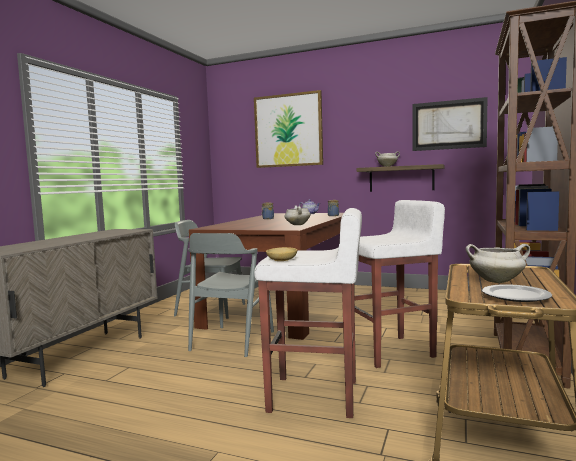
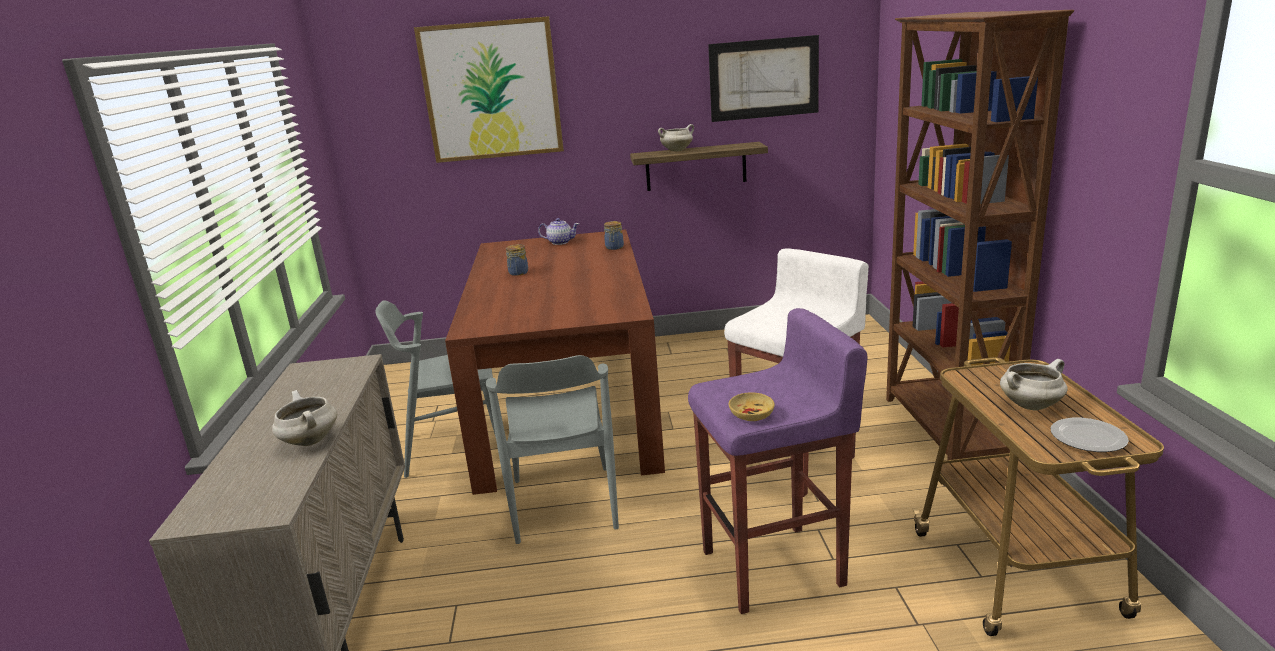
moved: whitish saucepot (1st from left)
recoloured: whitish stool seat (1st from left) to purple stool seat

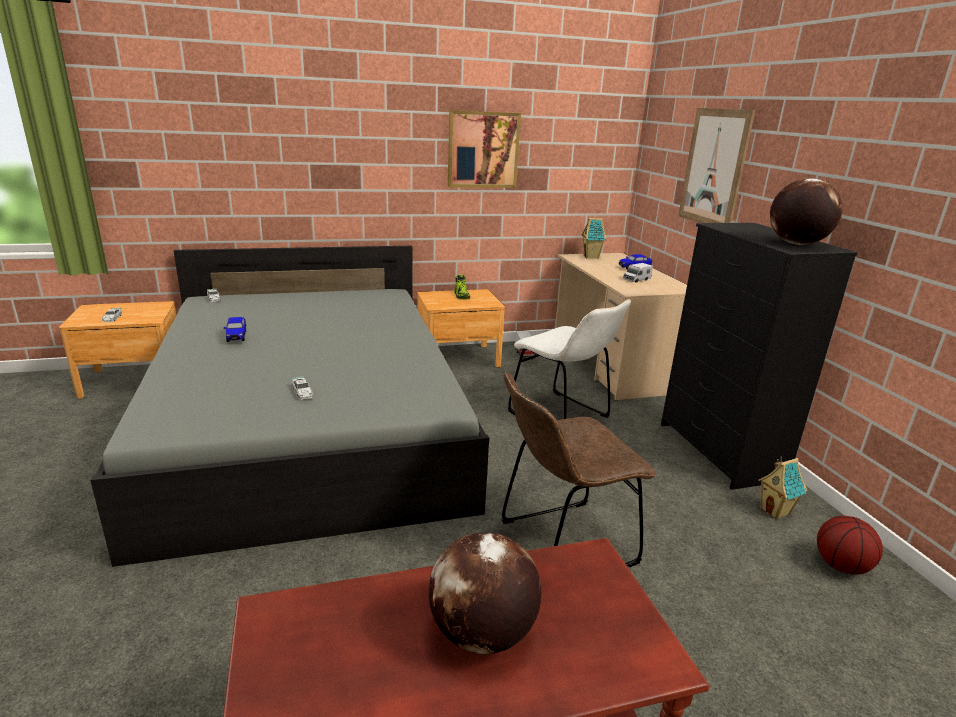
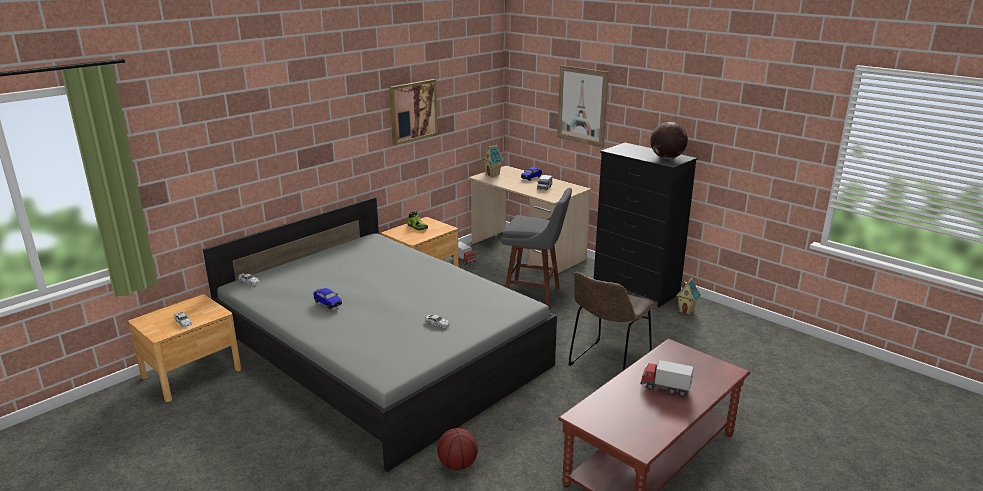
moved: basketball
replaced: world globe (1st from left) to model truck (3rd from left); whitish plain chair to greyish stool seat

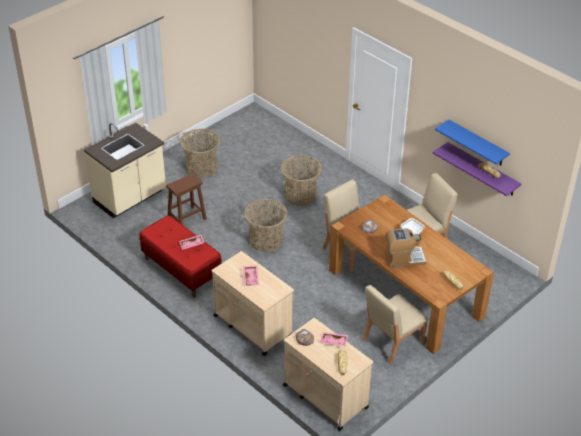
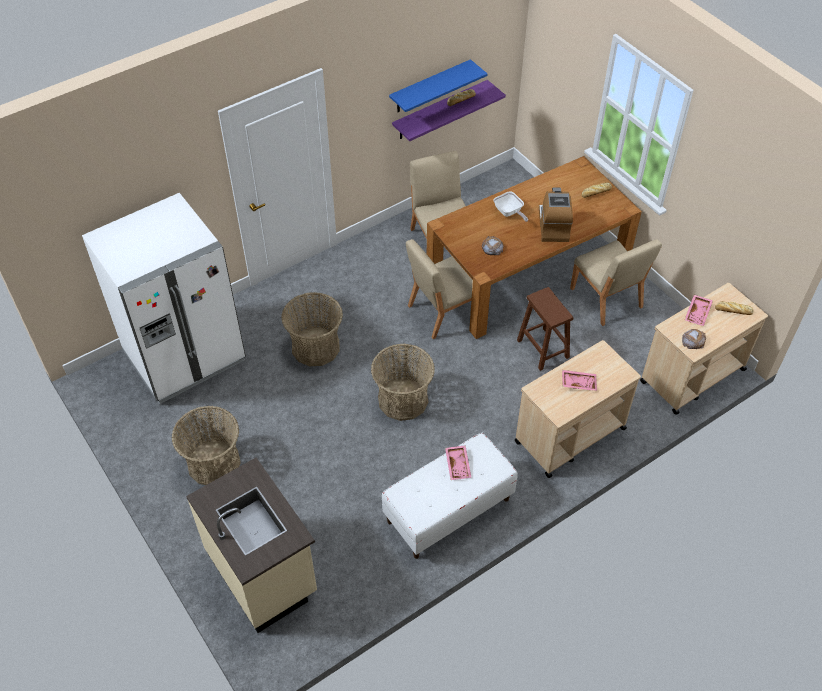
added: whitish refrigerator
moved: brownish stool seat
recoloured: reddish bench to whitish bench

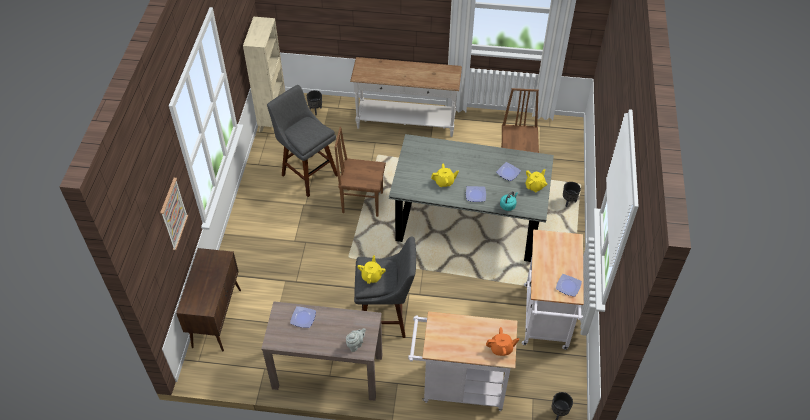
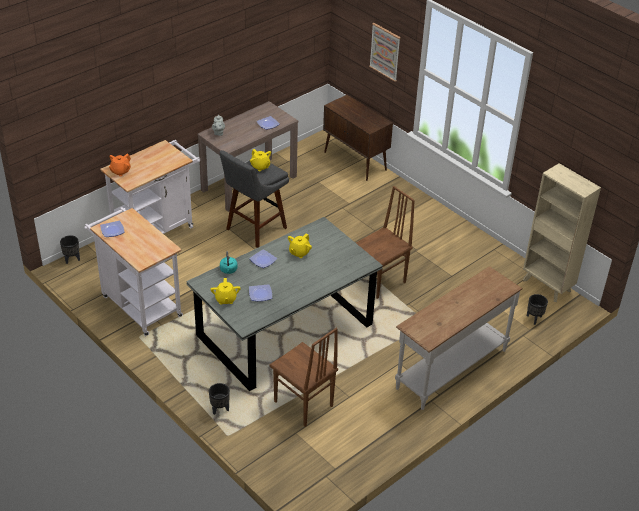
removed: greyish stool seat (1st from left)

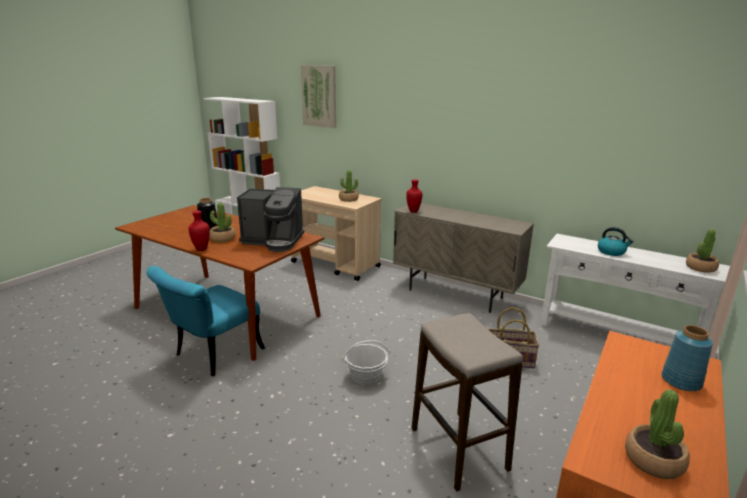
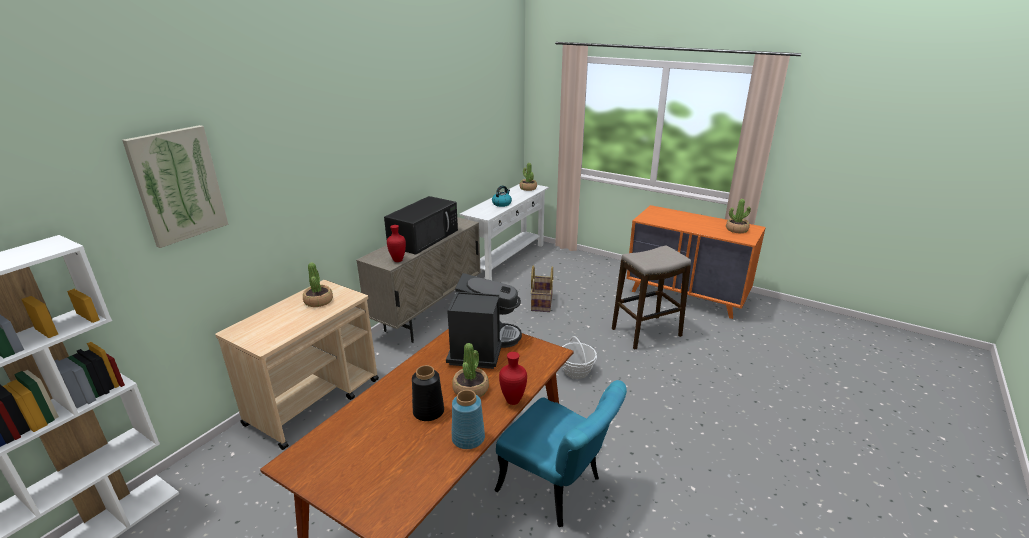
added: black-coloured kitchen microwave
moved: blue decorative vase

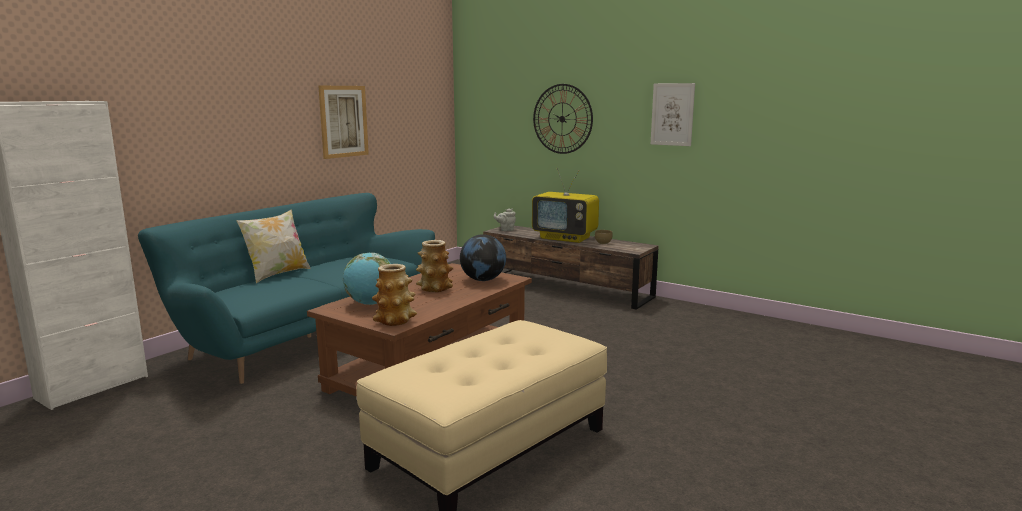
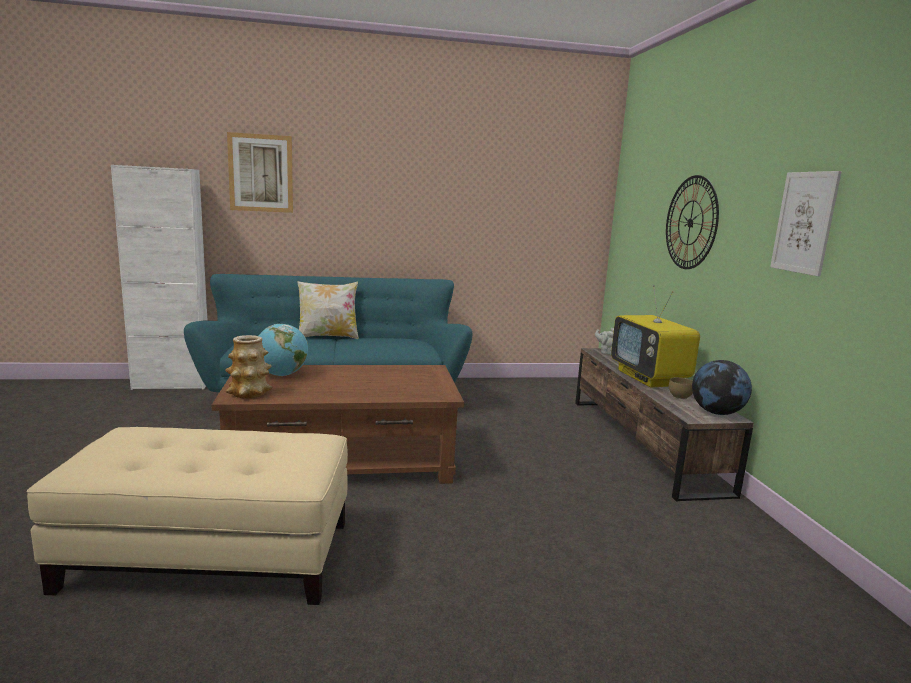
removed: decorative vase (2nd from left)
moved: picture (1st from left); world globe (2nd from left)

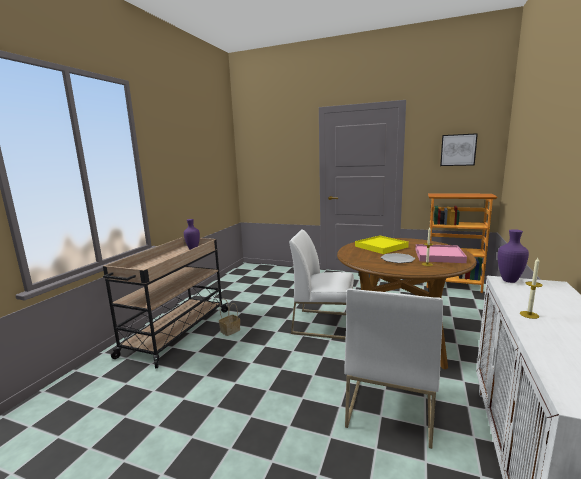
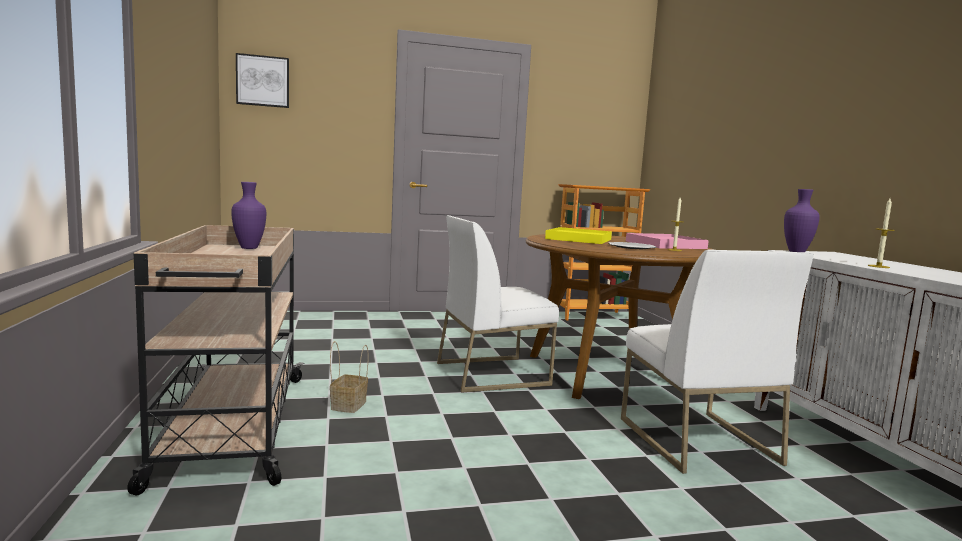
moved: picture

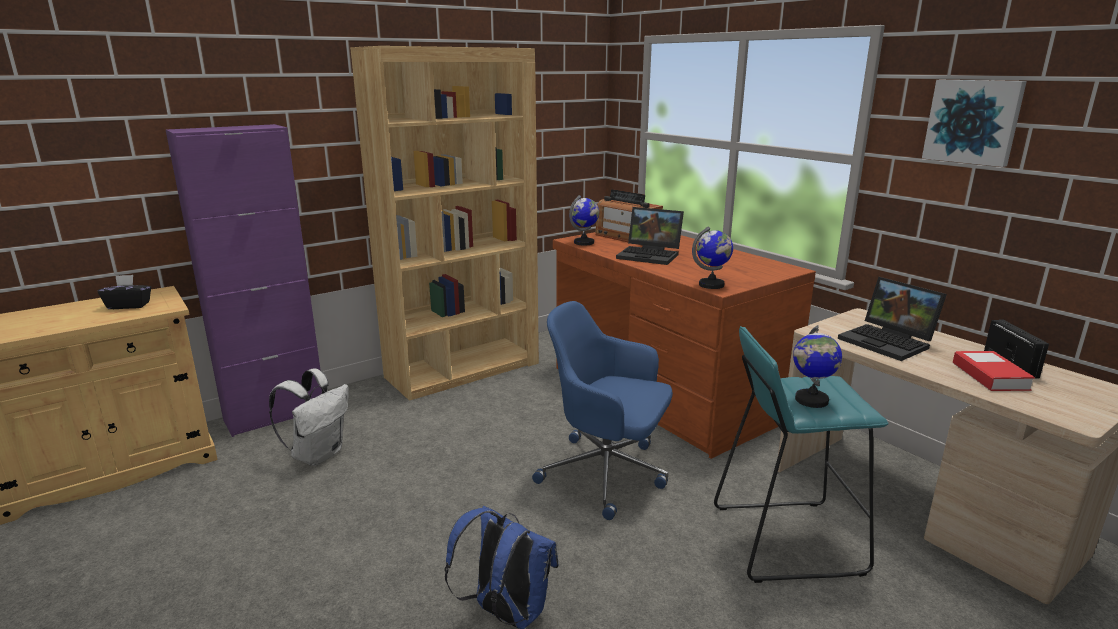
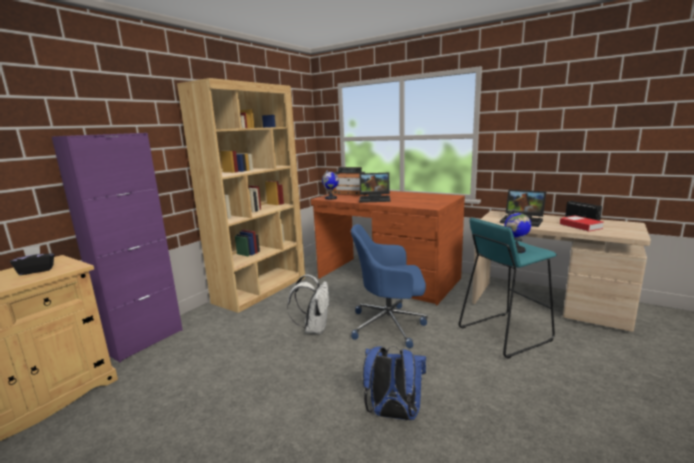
removed: world globe (2nd from left); picture
moved: whitish backpack

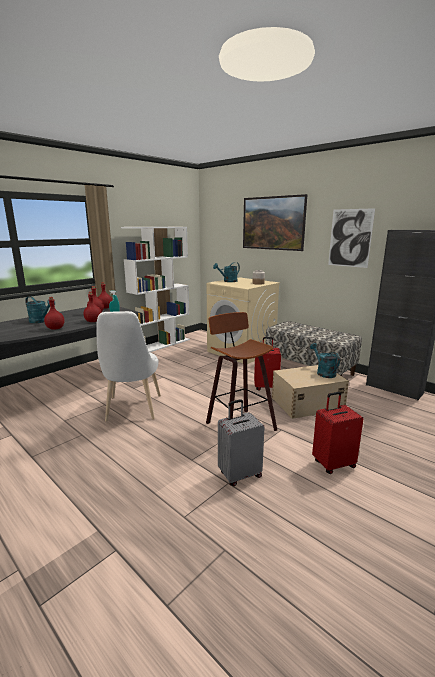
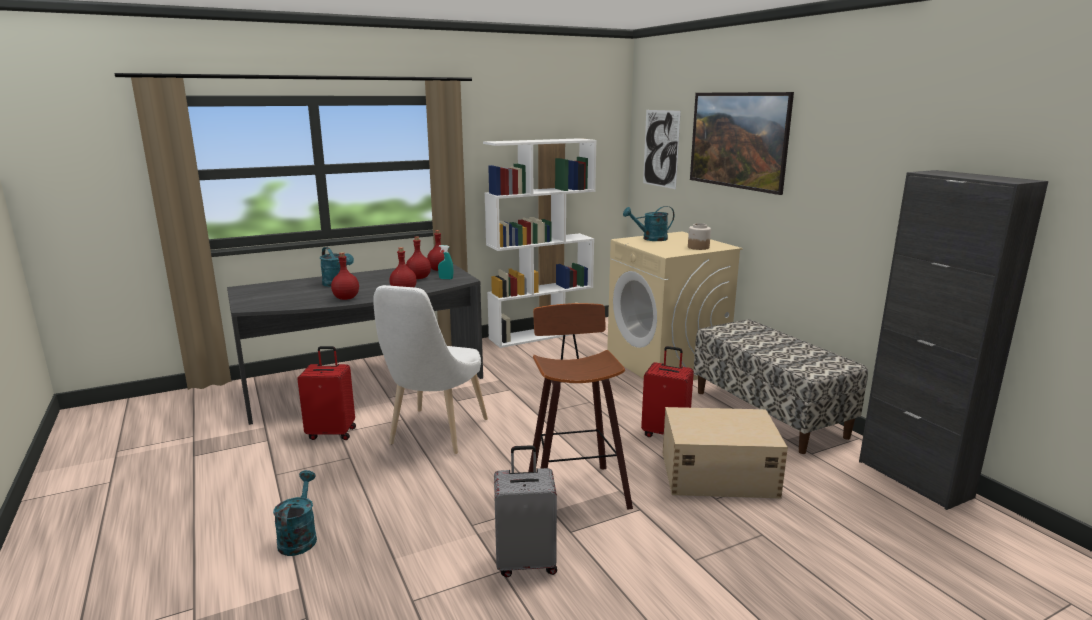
moved: blue-green sprinkling can (3rd from left in the first image) to blue-green sprinkling can (1st from left); reddish travel case (2nd from left in the first image) to reddish travel case (1st from left); picture (2nd from left in the first image) to picture (1st from left)

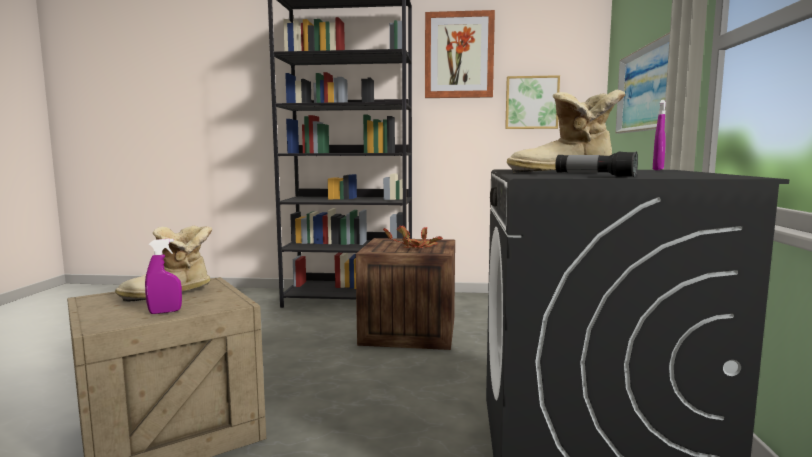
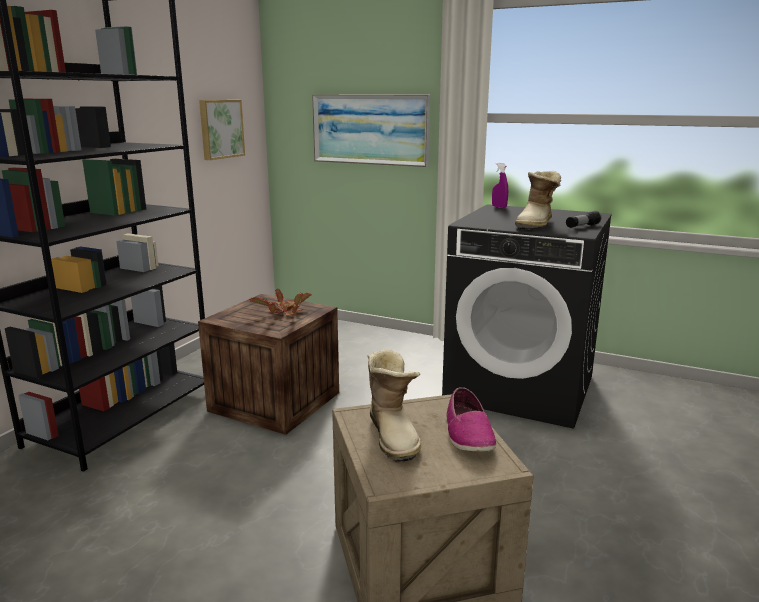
removed: picture (1st from left)
replaced: purple sprayer (1st from left) to item of footwear

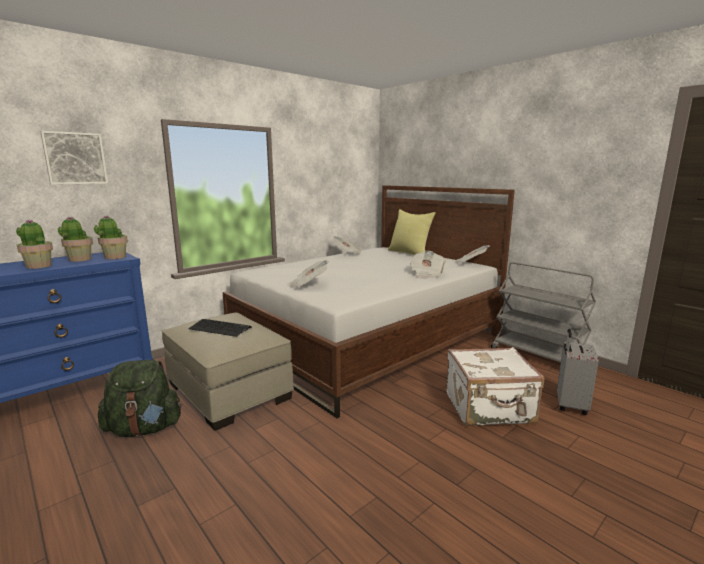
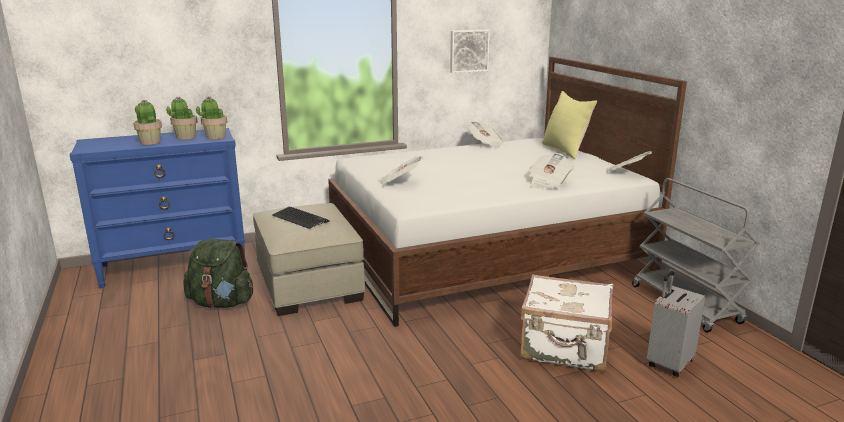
moved: picture

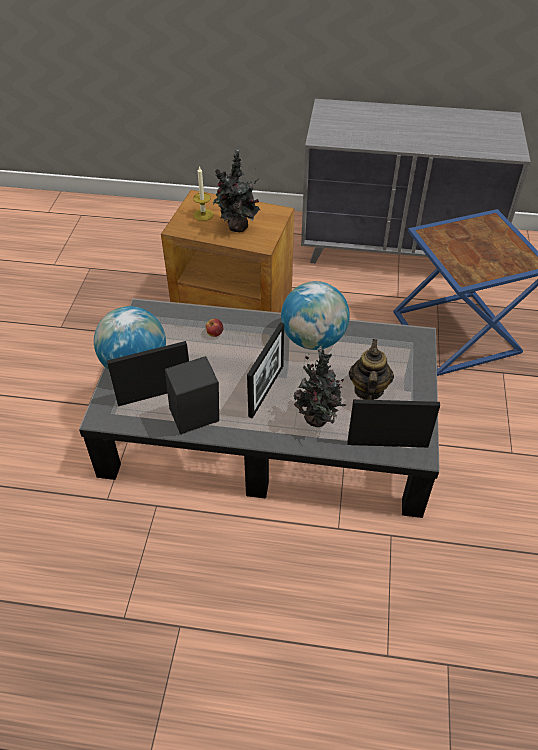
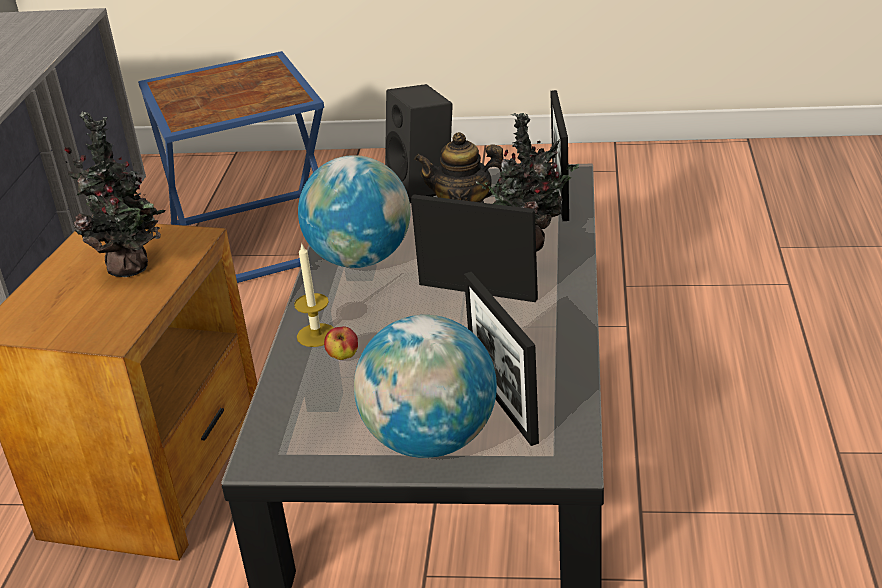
moved: black-coloured audio speaker; candle

